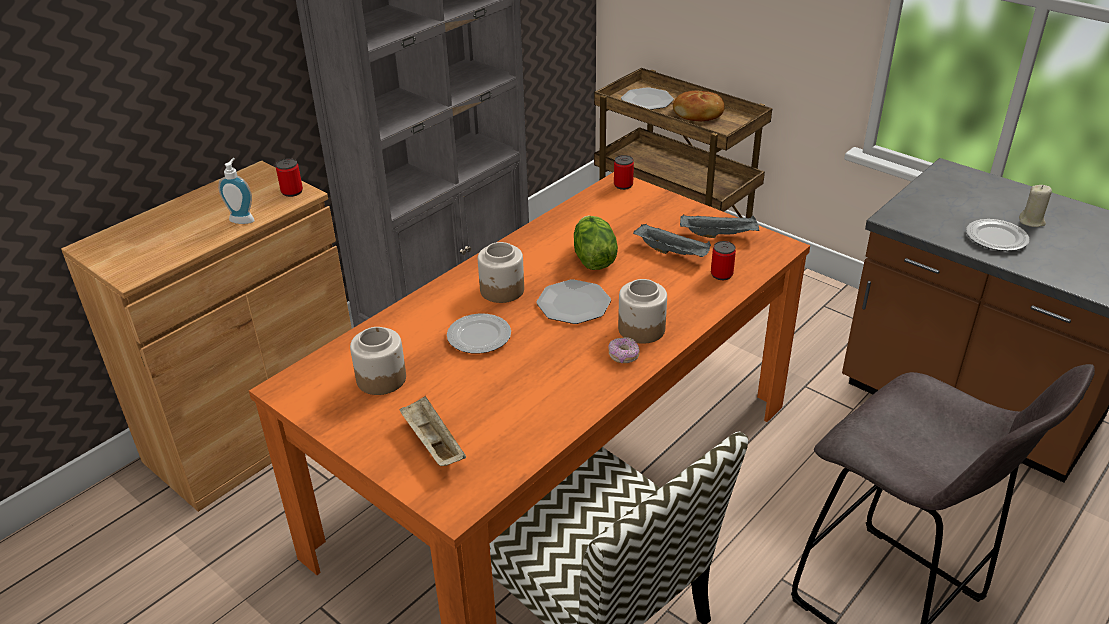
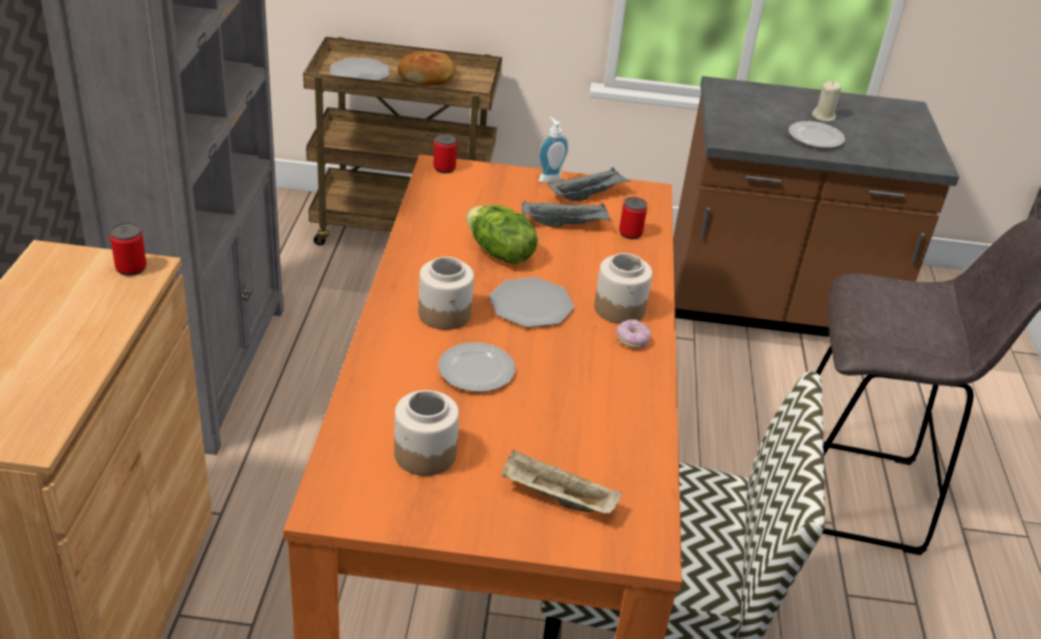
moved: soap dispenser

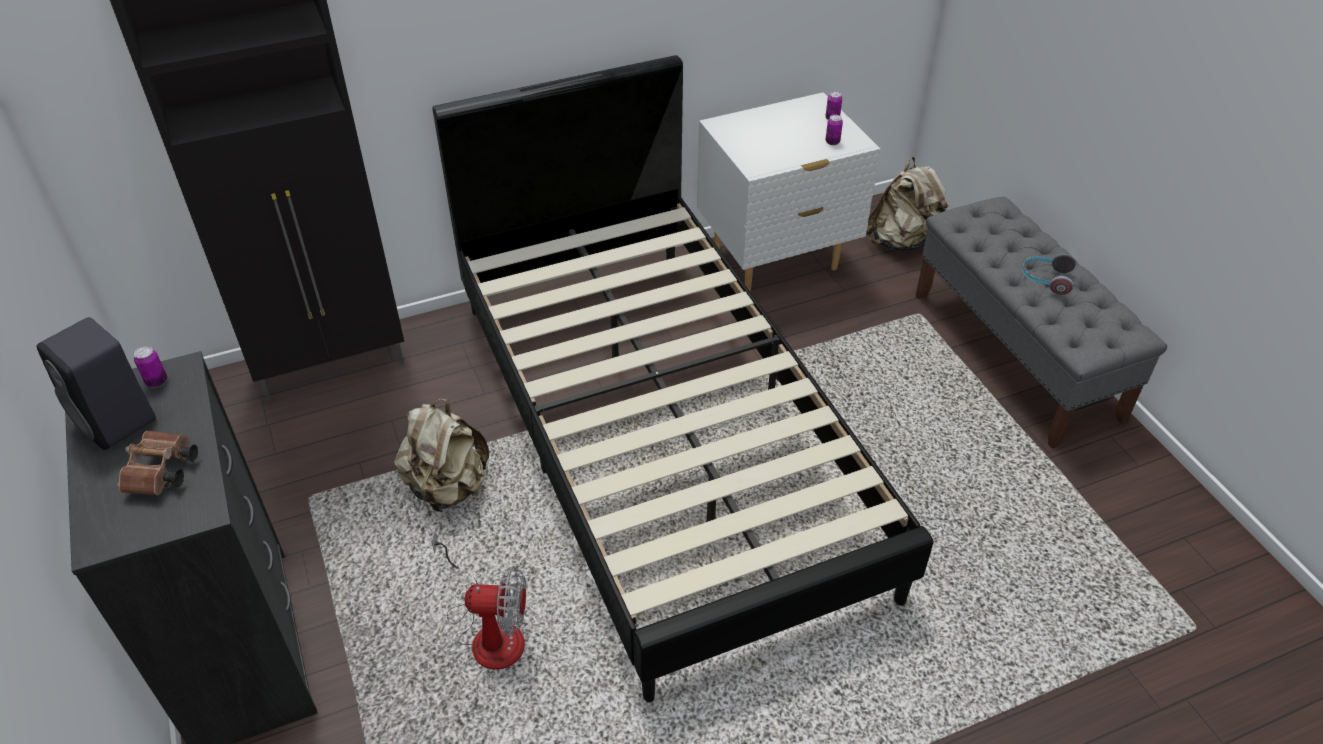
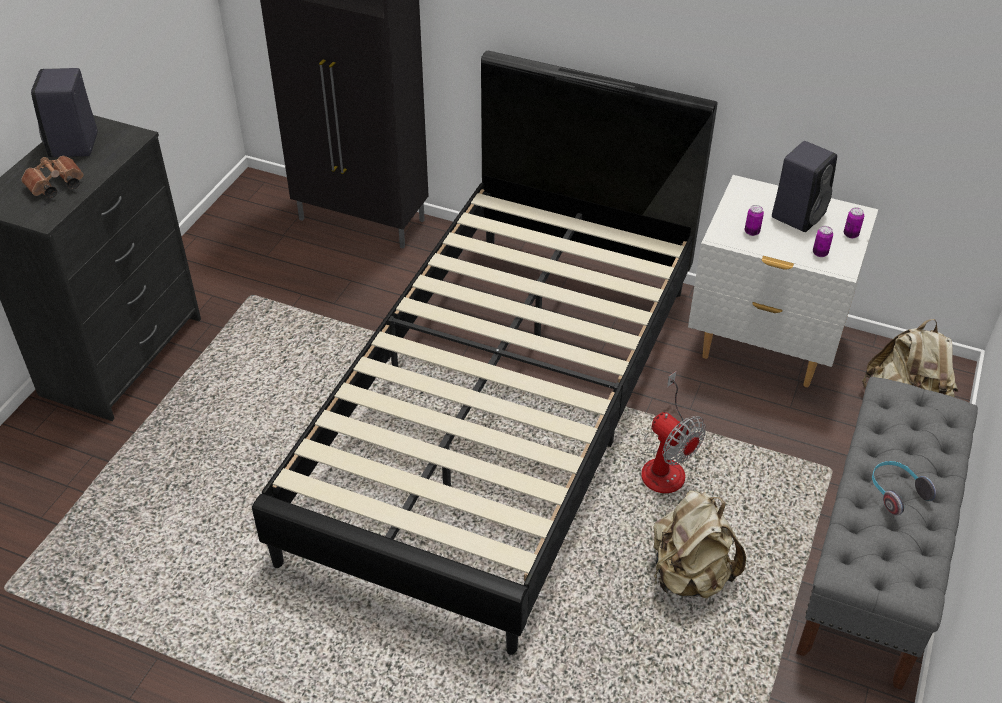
added: black-coloured audio speaker (2nd from left)
moved: sealed can (1st from left); sand-coloured backpack (1st from left); cooling fan

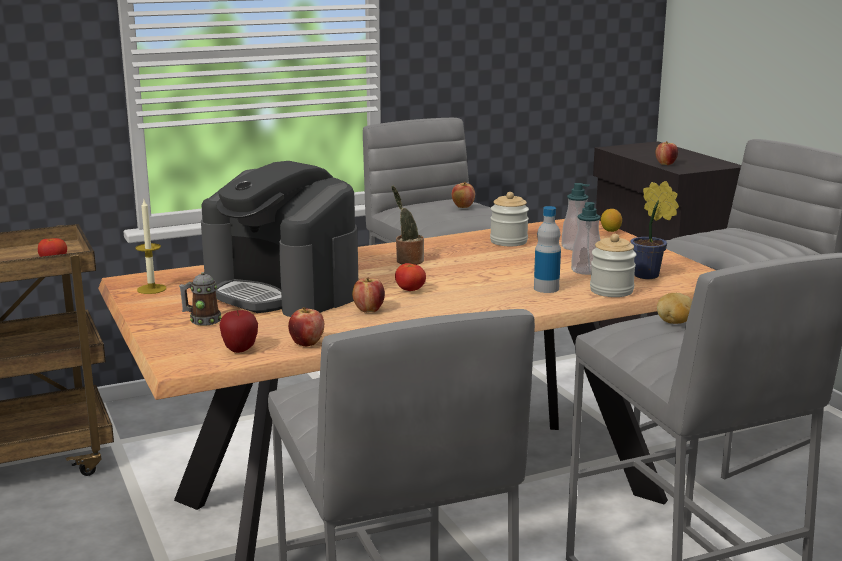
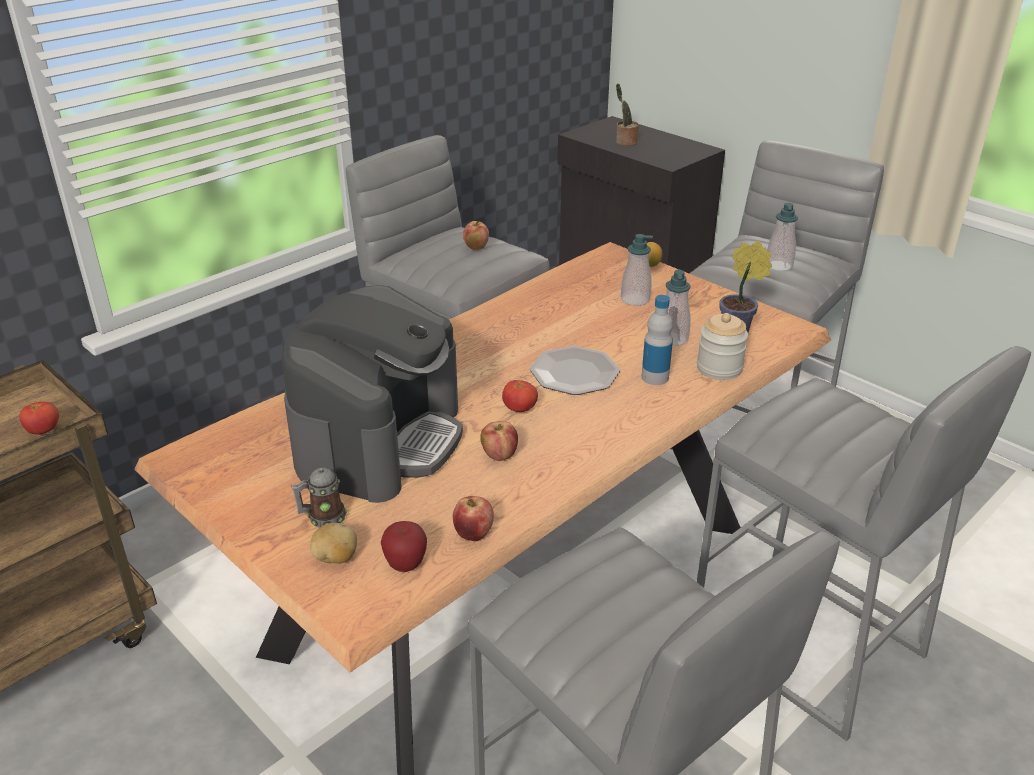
removed: candle; storage jar (1st from left); apple fruit (5th from left)
added: plate; soap dispenser (3rd from left)
moved: houseplant (1st from left); whole potato
turned: coffee machine 90 degrees counterclockwise

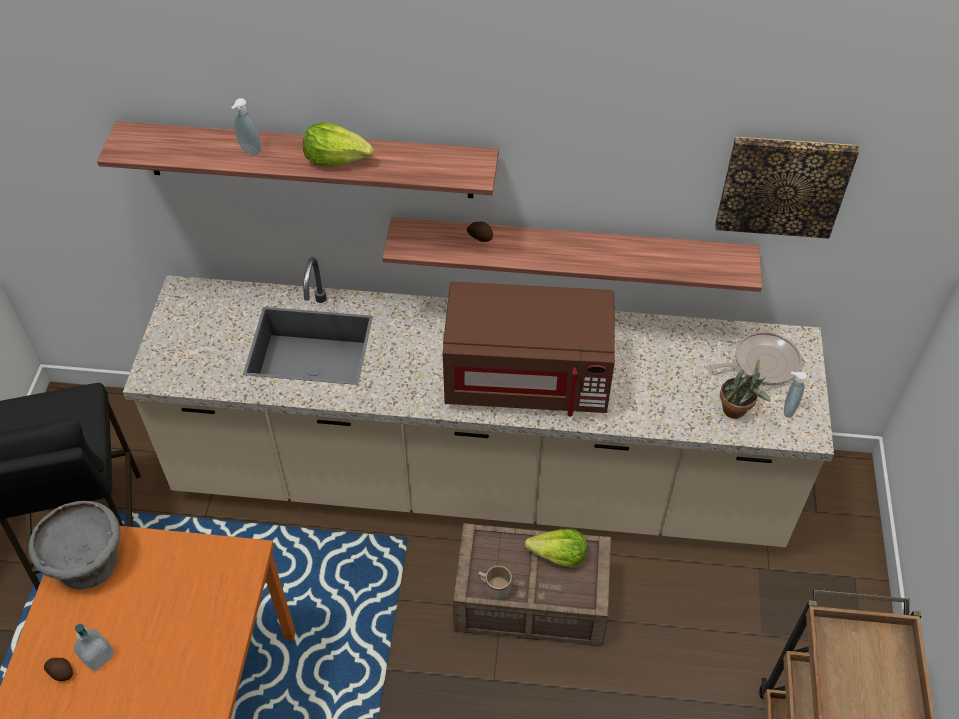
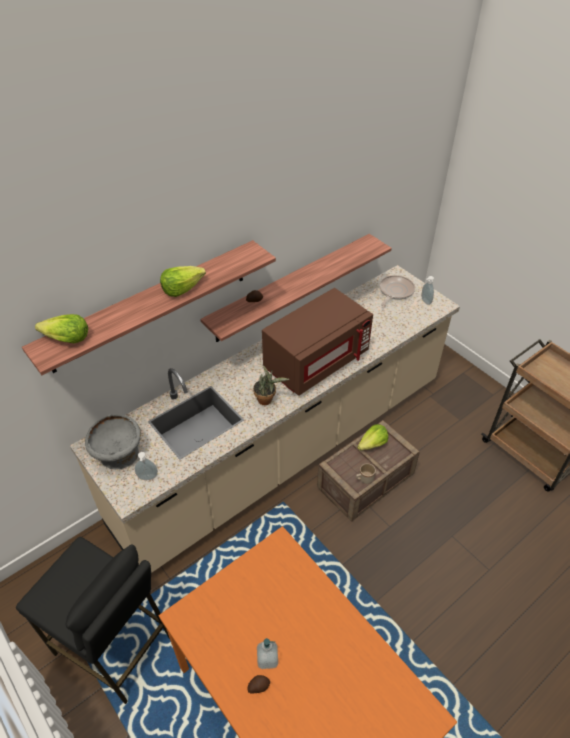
removed: picture
added: lettuce head (1st from left)
moved: greyish serving bowl; soap dispenser (2nd from left in the first image) to soap dispenser (1st from left); houseplant

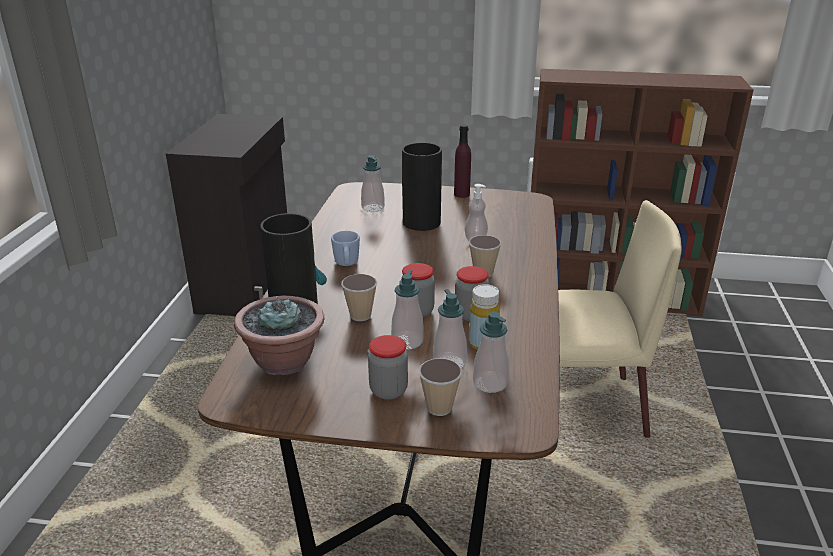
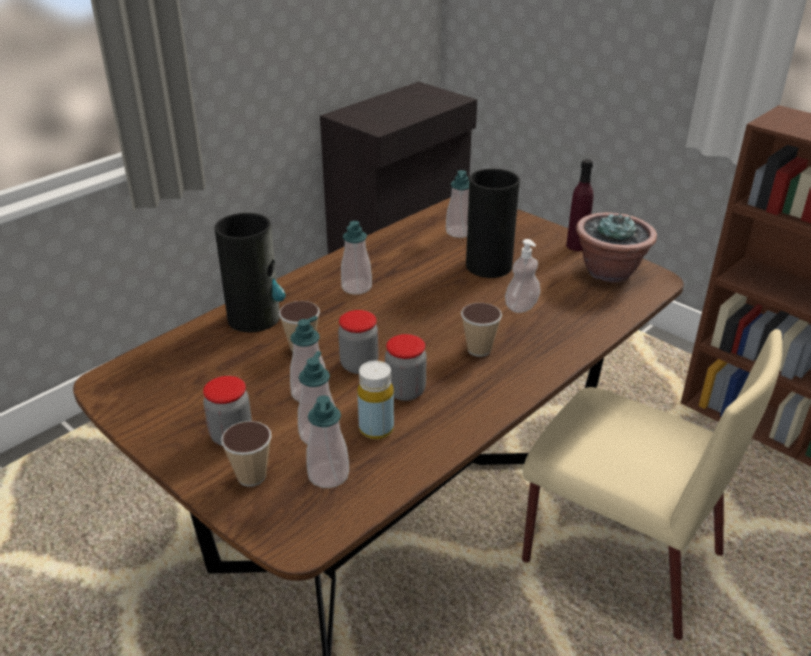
moved: houseplant
replaced: blue mug to soap dispenser (4th from left)

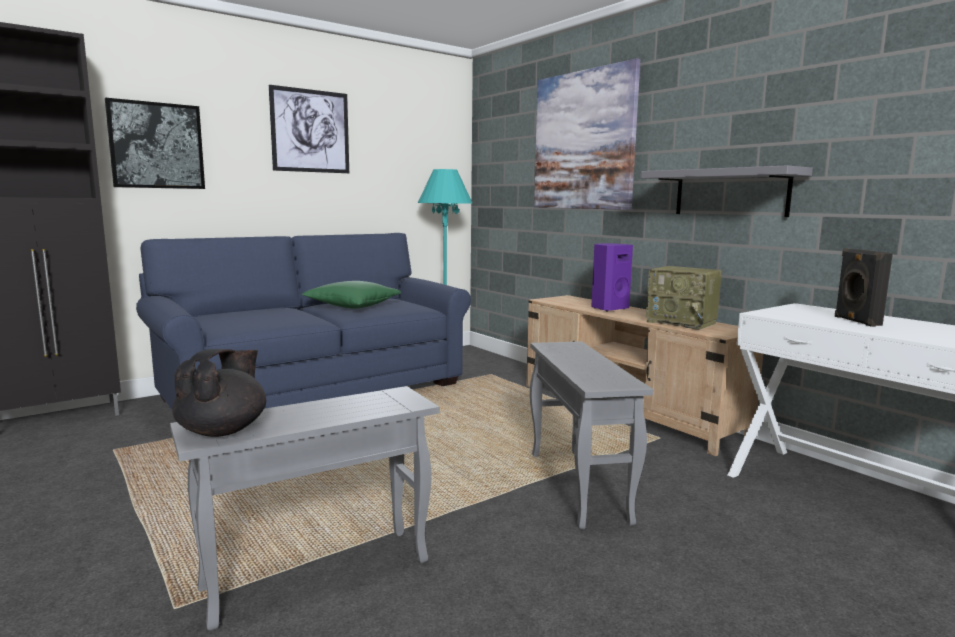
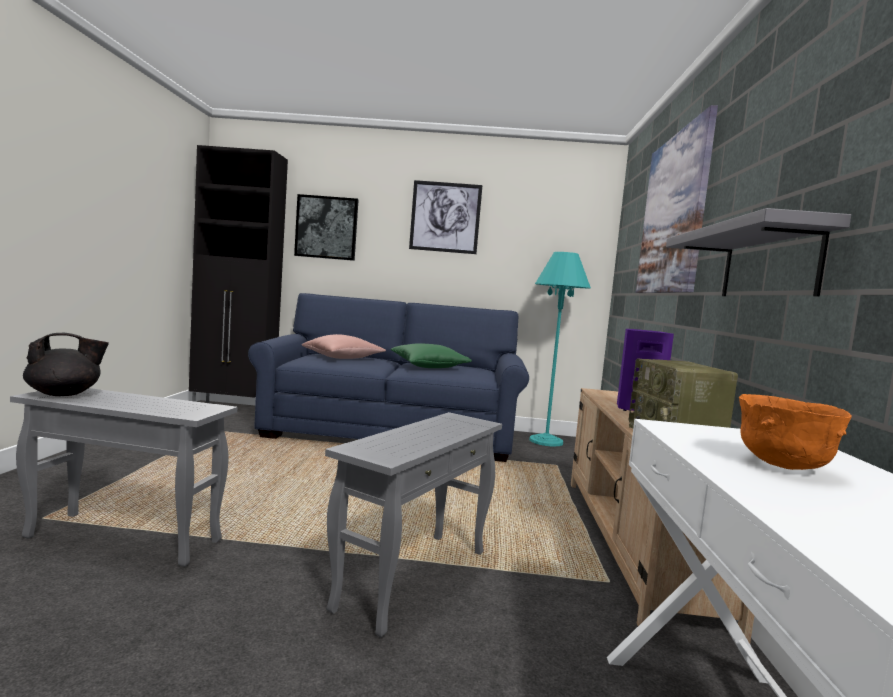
added: pink cushion
replaced: black-coloured audio speaker to orangey serving bowl

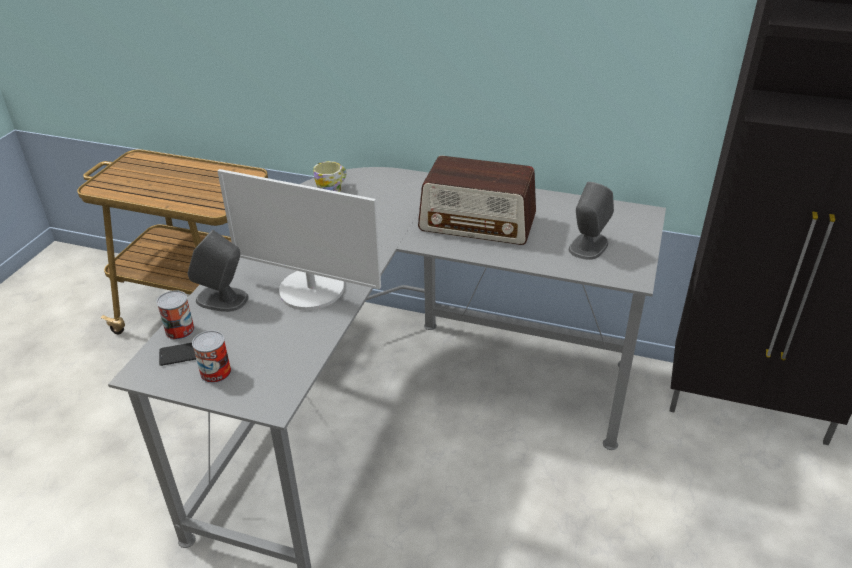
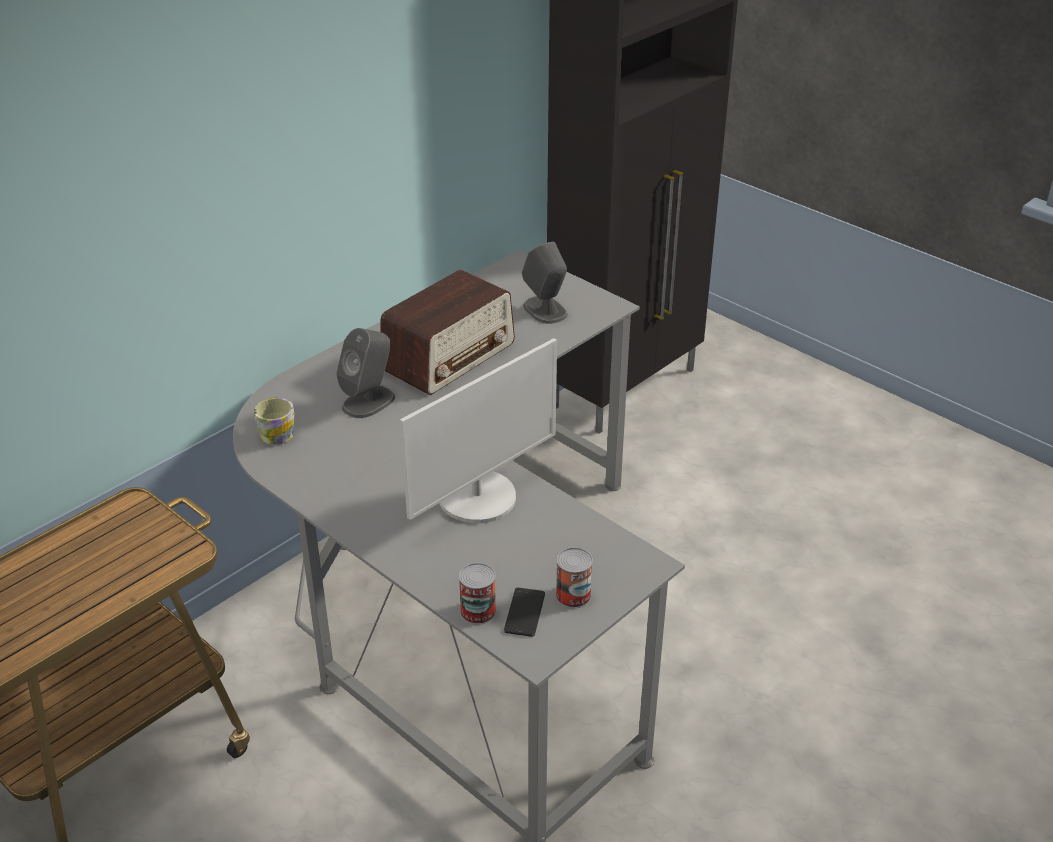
moved: greyish audio speaker (1st from left)

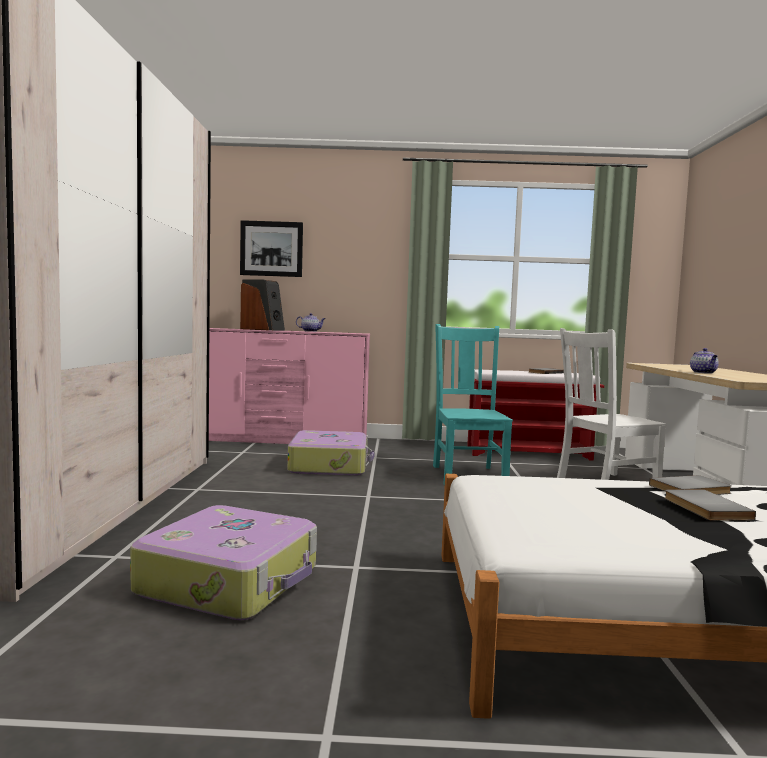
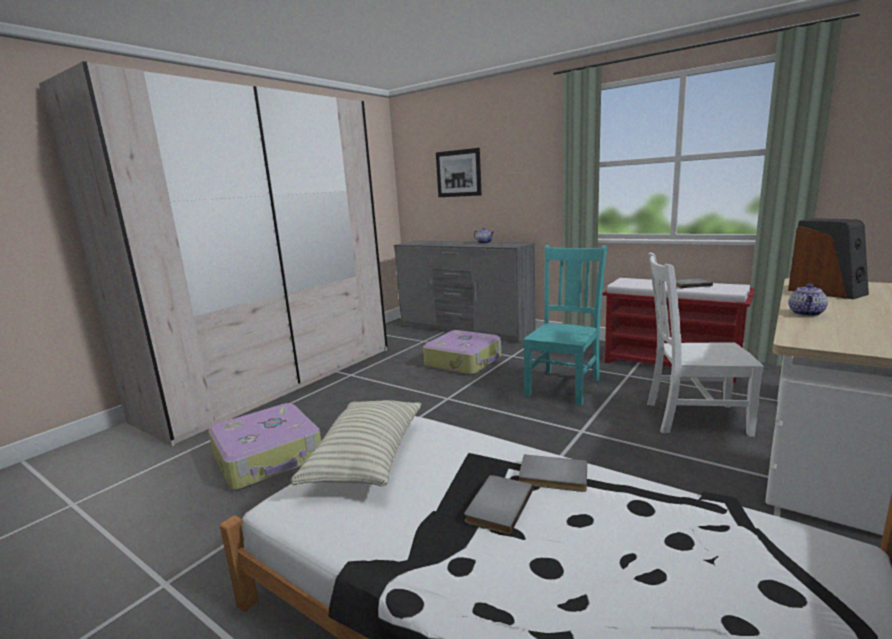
added: cushion
moved: audio speaker
recoloured: pink chest of drawers to greyish chest of drawers

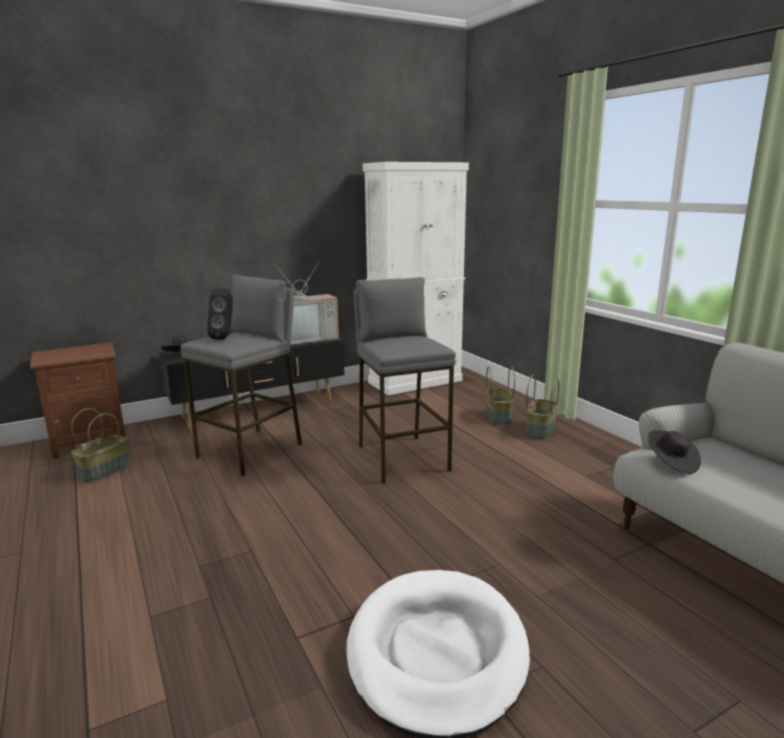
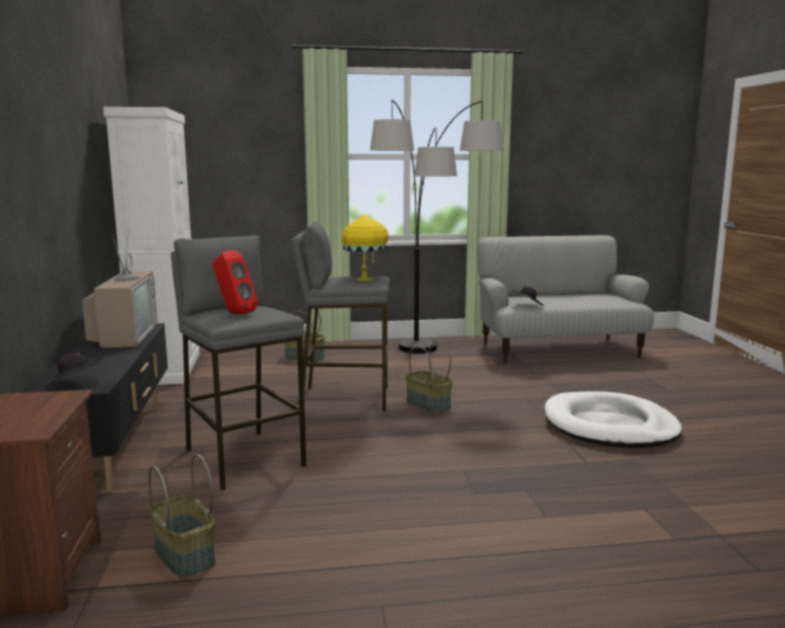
added: yellowish table lamp; floor lamp
moved: household basket (3rd from left)
recoloured: black-coloured audio speaker to reddish audio speaker

